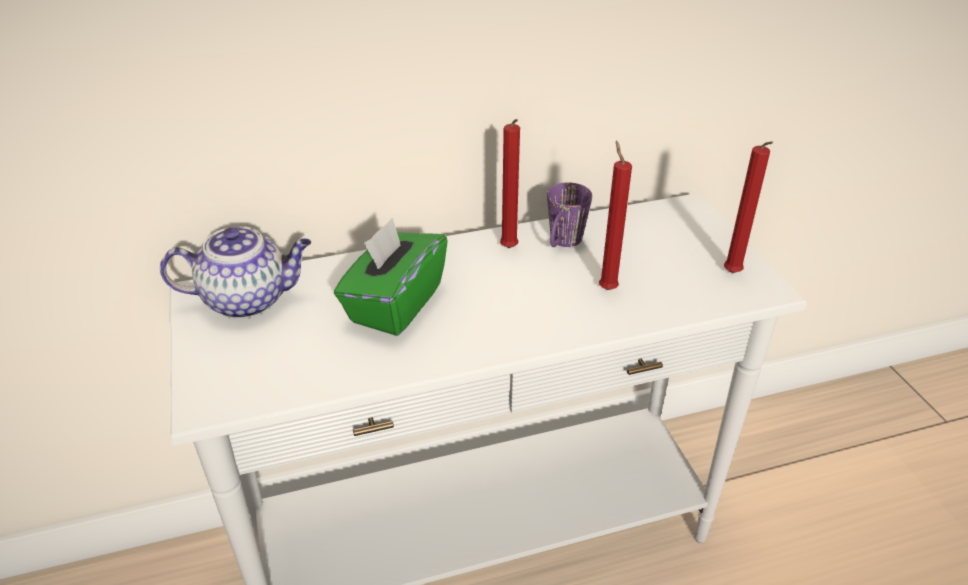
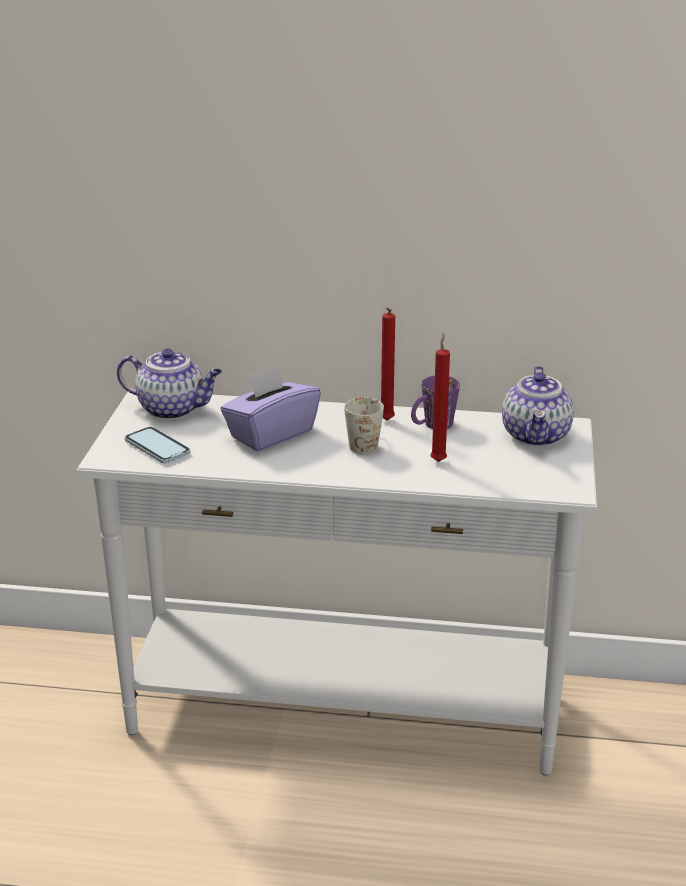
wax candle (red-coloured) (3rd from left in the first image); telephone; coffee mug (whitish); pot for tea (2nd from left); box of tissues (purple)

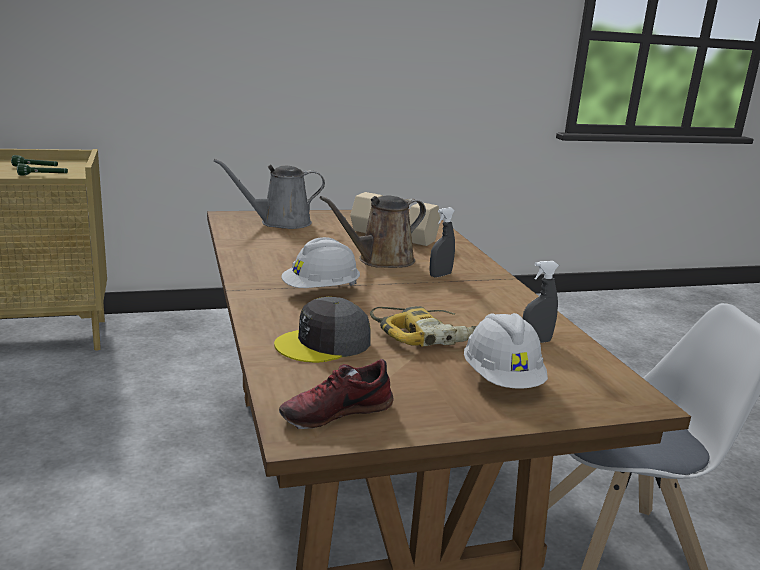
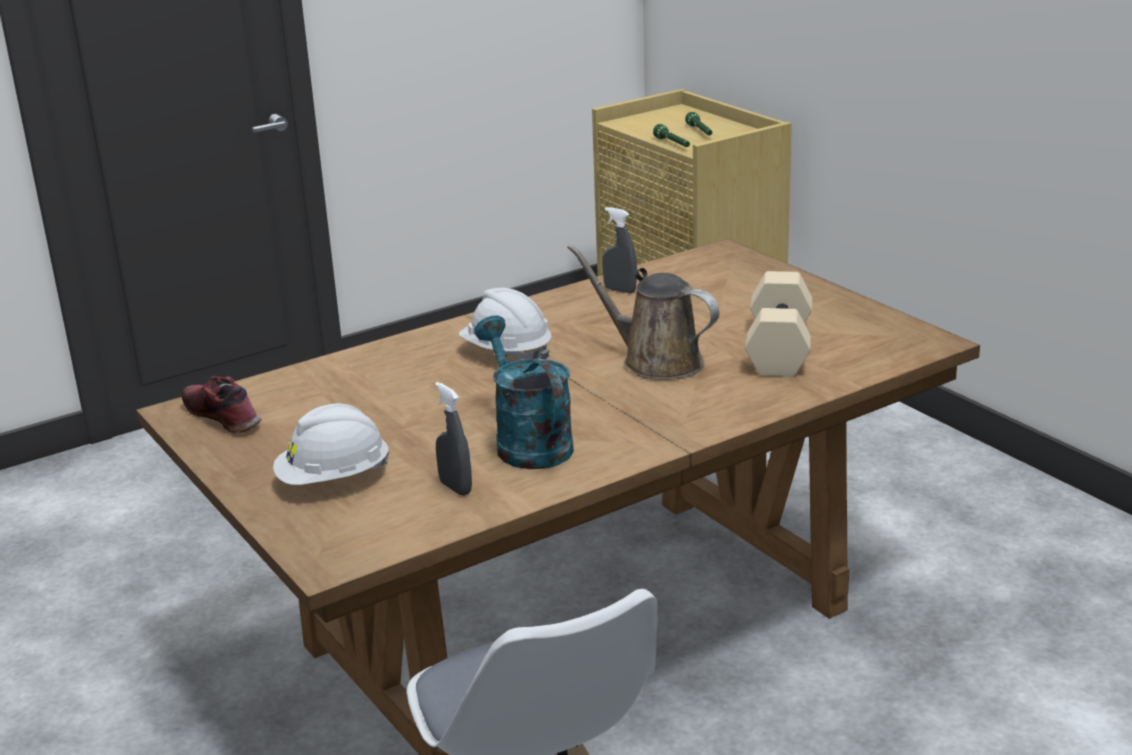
sprinkling can (grey); peaked cap (grey); drill; sprinkling can (blue-green); hand sprayer (grey) (2nd from left)

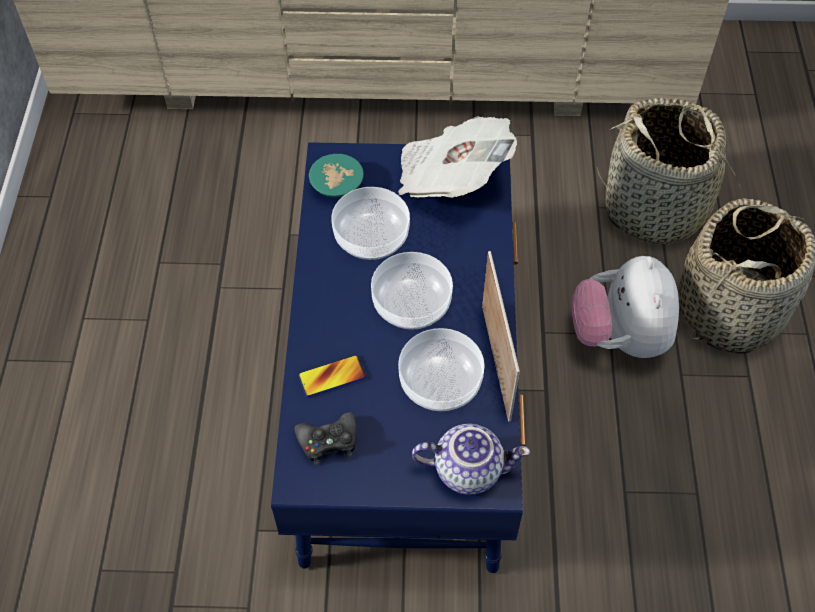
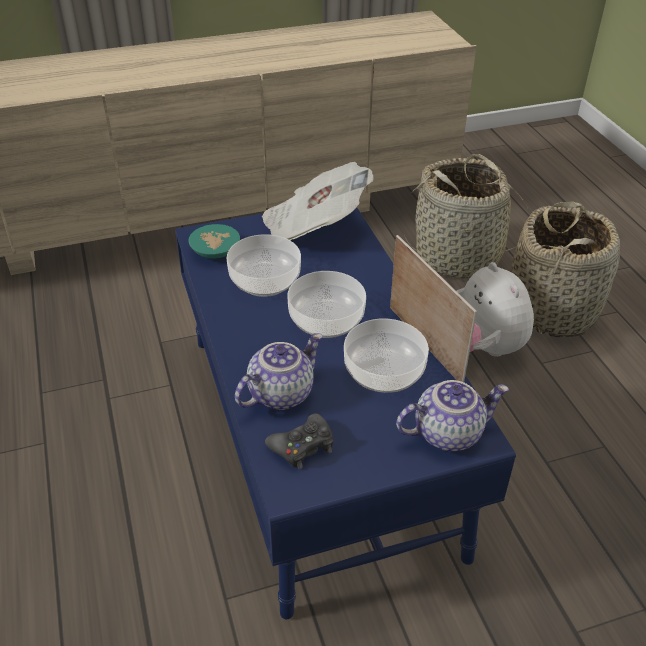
pot for tea (1st from left)

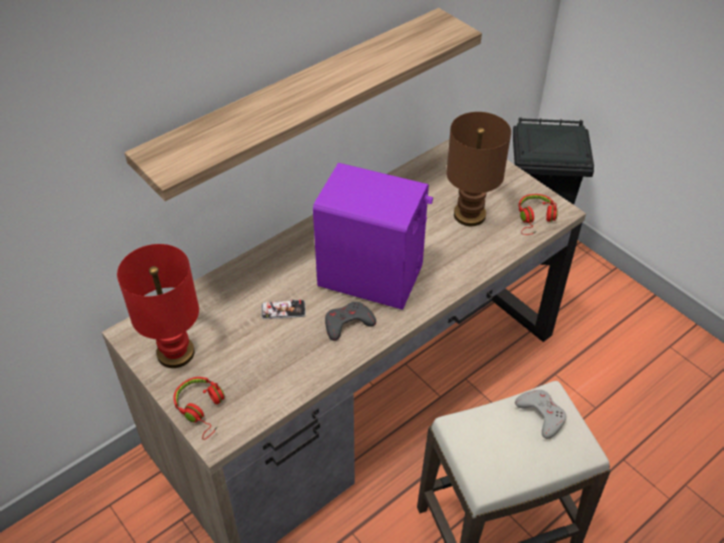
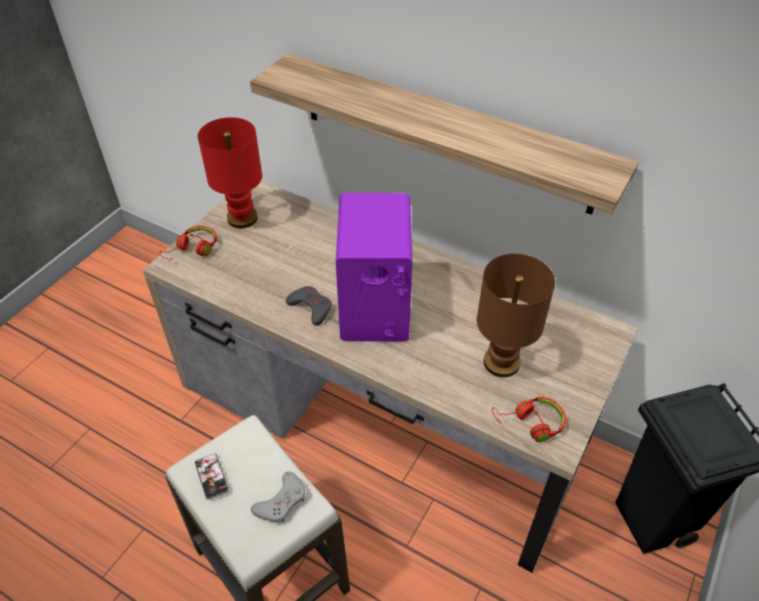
telephone

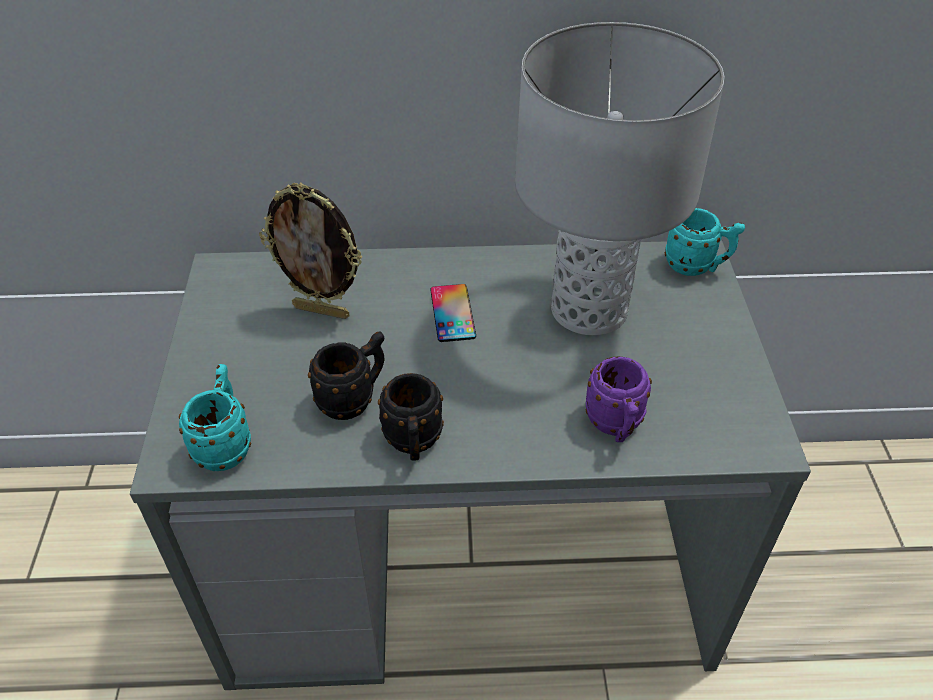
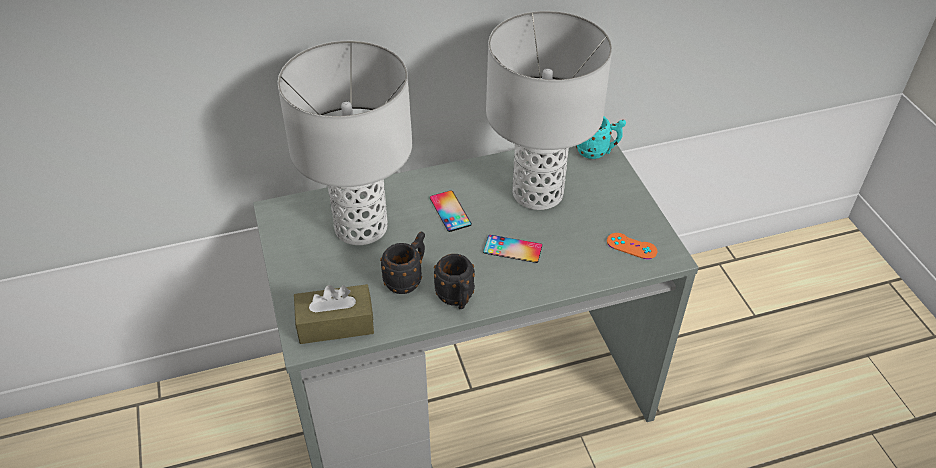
coffee mug (purple); telephone (2nd from left); gamepad (orange-coloured); box of tissues (brown-coloured); tabletop lamp (whitish) (1st from left)

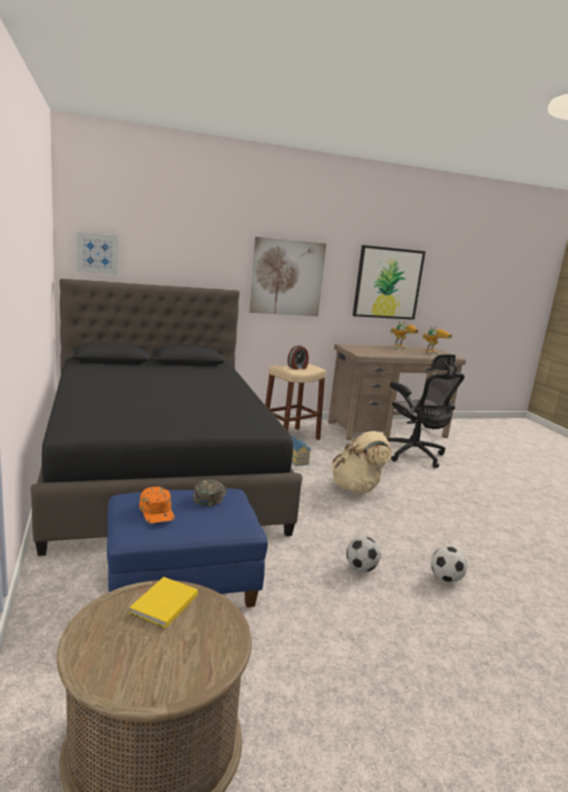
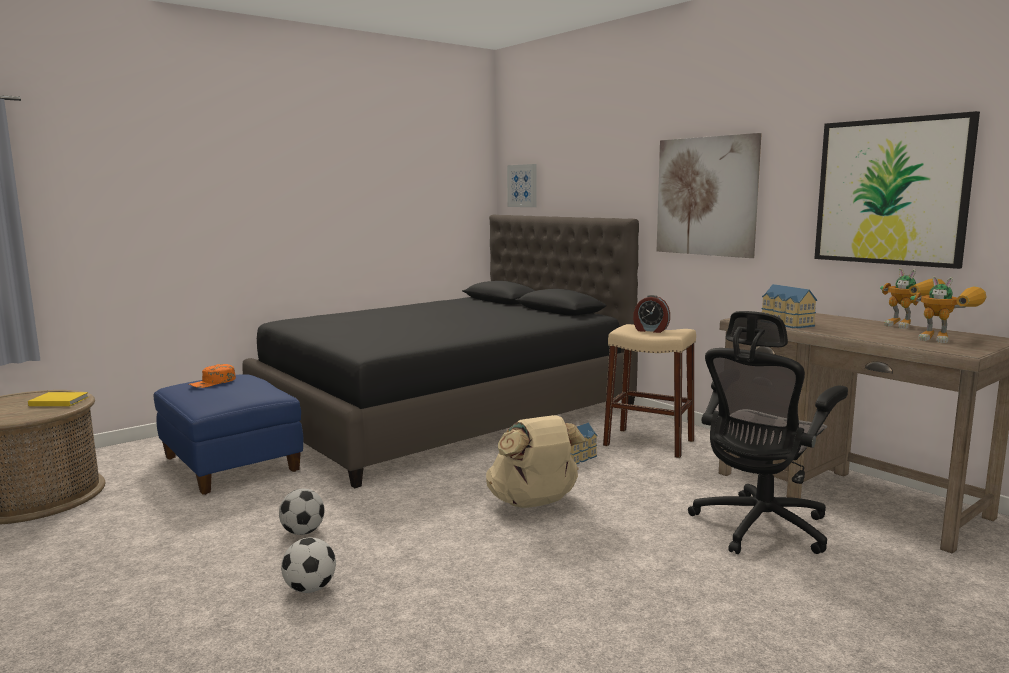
peaked cap (green-coloured); miniature house (2nd from left)

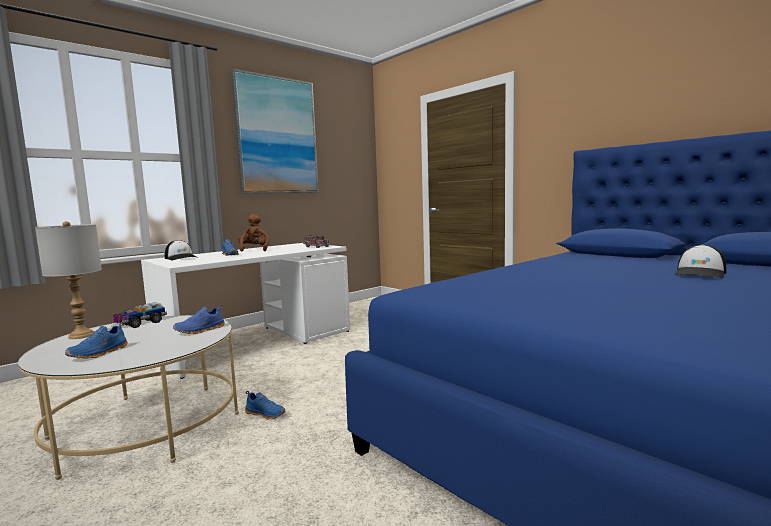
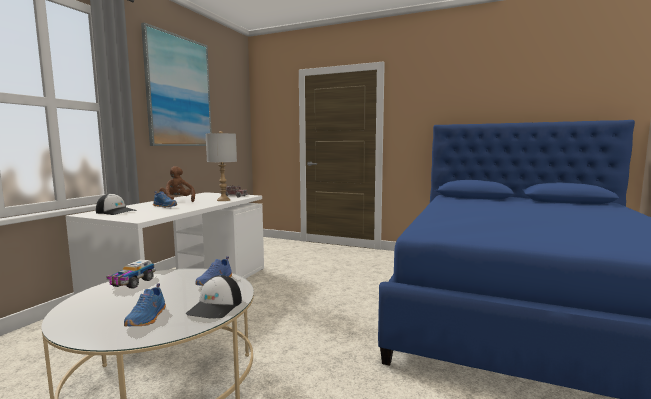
shoe (blue) (4th from left in the first image); tabletop lamp (grey); peaked cap (2nd from left)

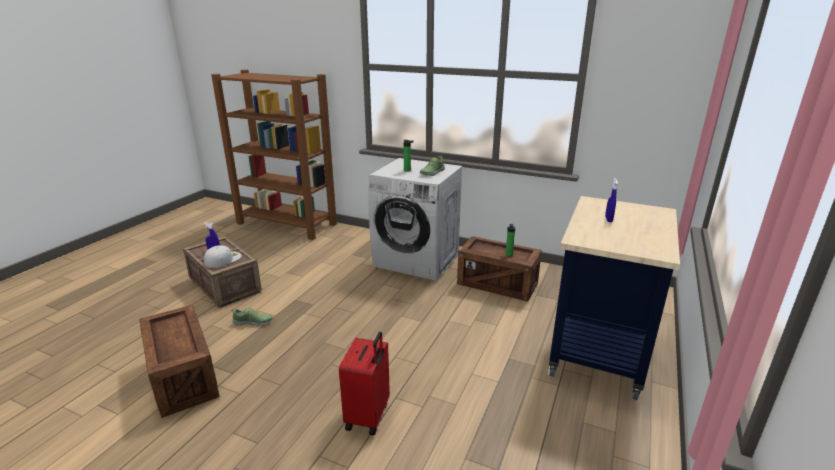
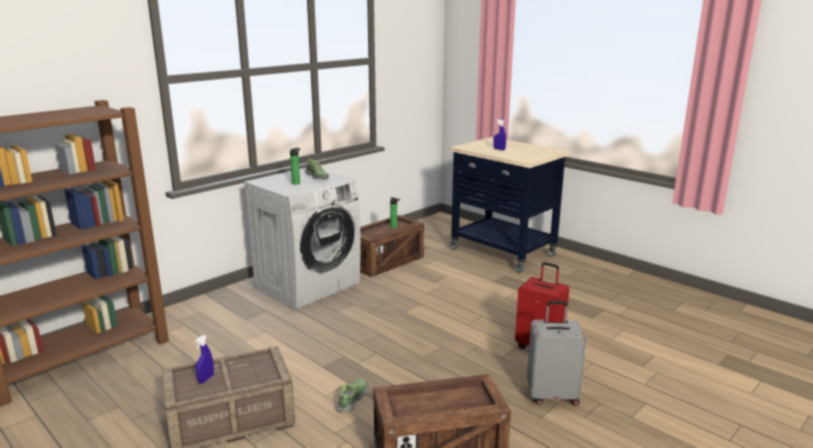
peaked cap (whitish); travel case (grey)

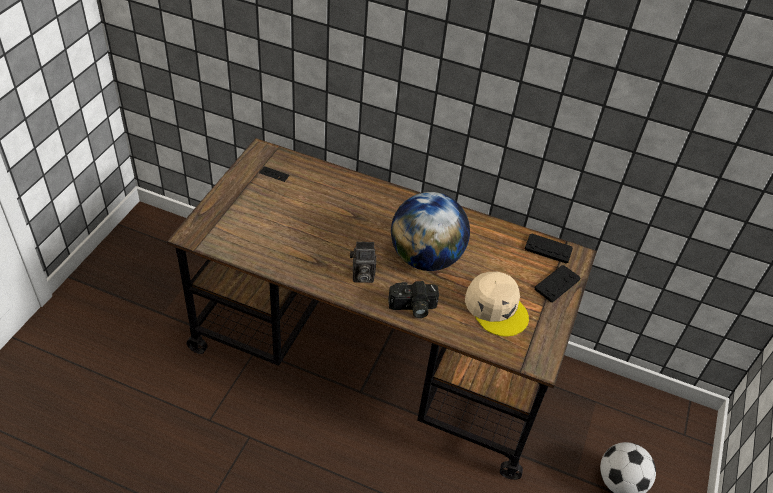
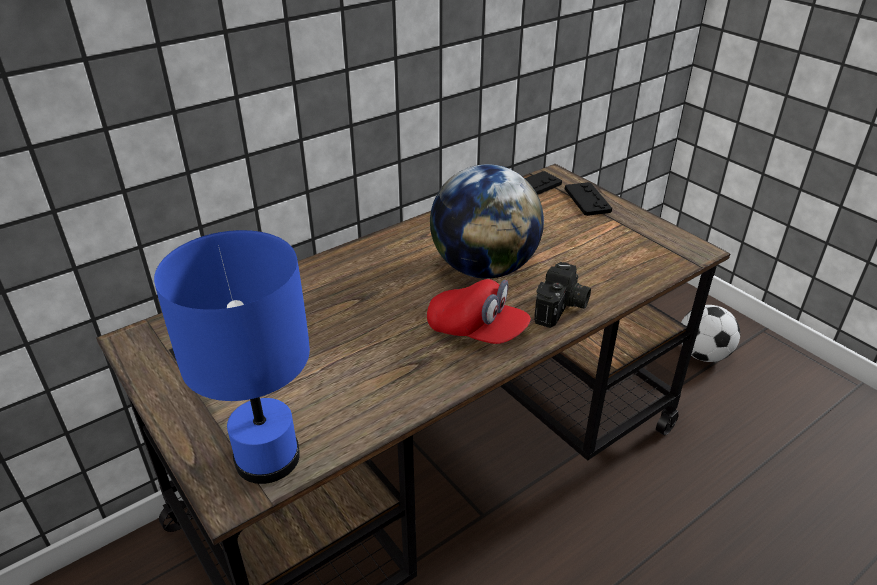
peaked cap (beige-coloured); tabletop lamp (blue); peaked cap (red-coloured)

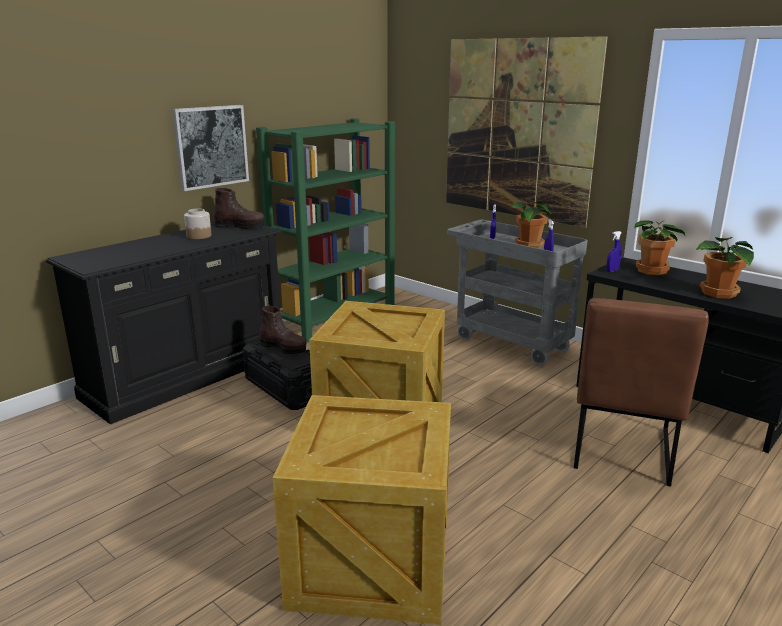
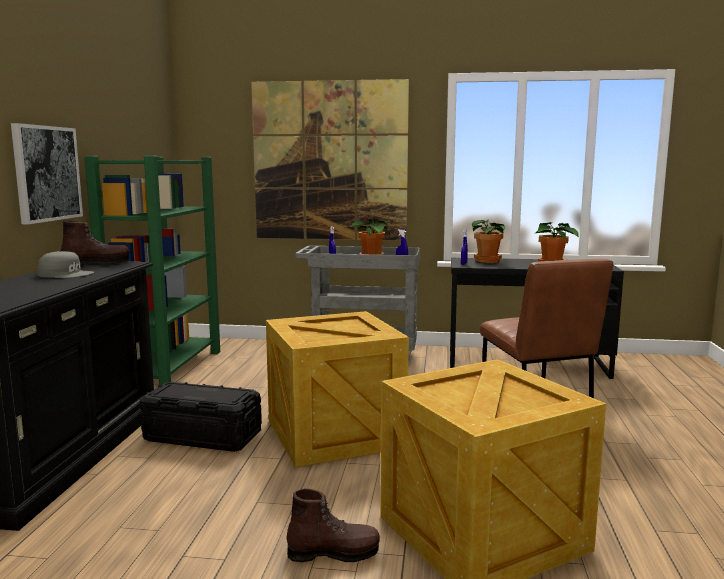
boot (brown-coloured) (2nd from left); peaked cap (grey)

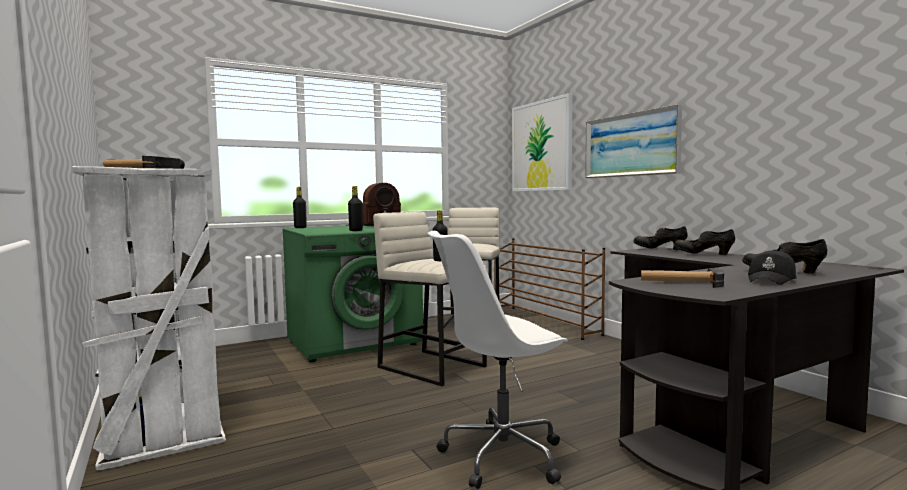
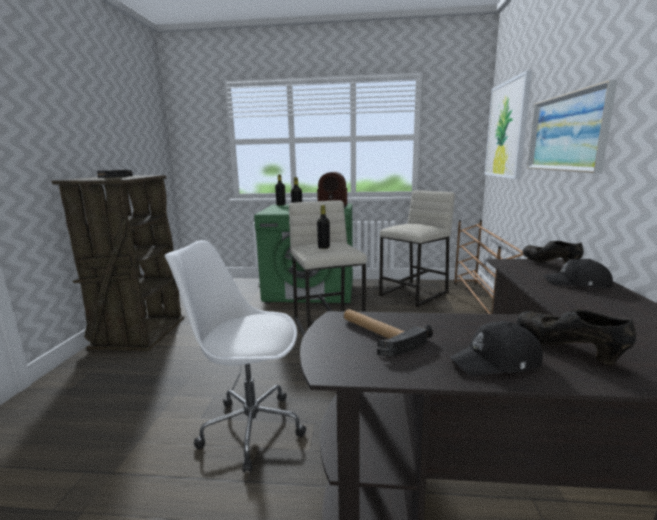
peaked cap (black) (2nd from left); bookcase (brown-coloured)

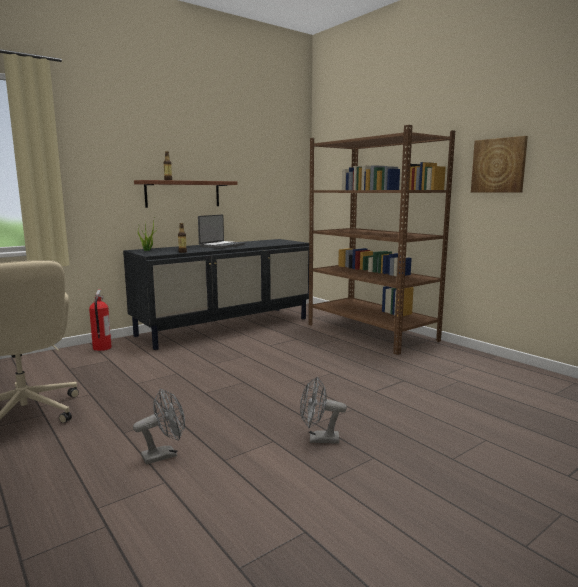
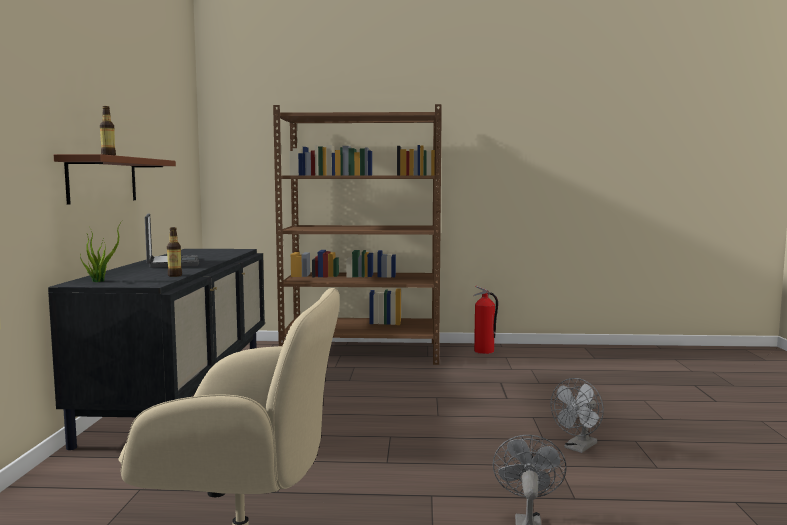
picture; fire extinguisher

